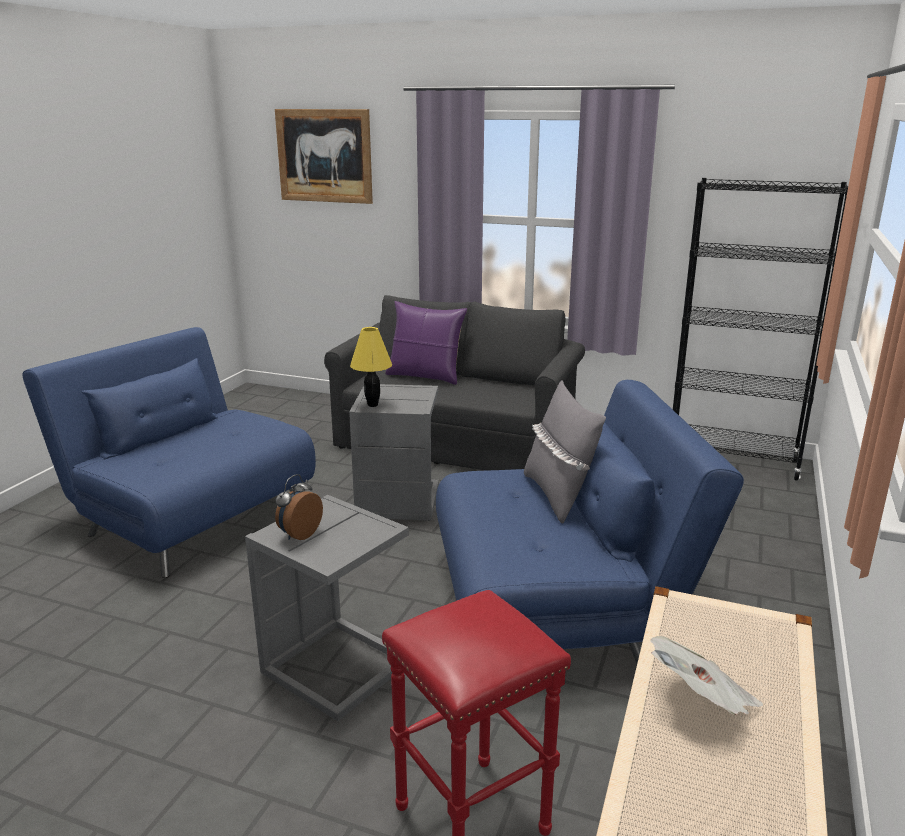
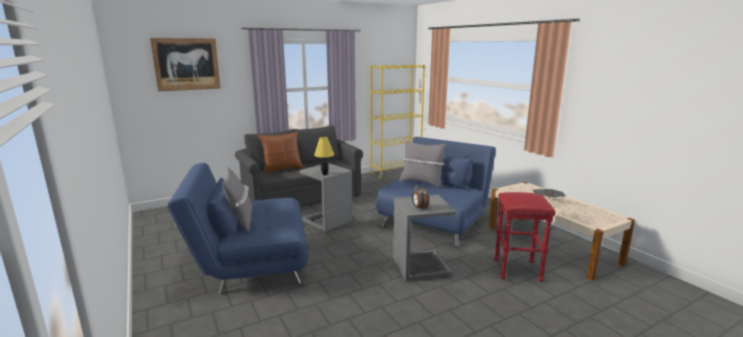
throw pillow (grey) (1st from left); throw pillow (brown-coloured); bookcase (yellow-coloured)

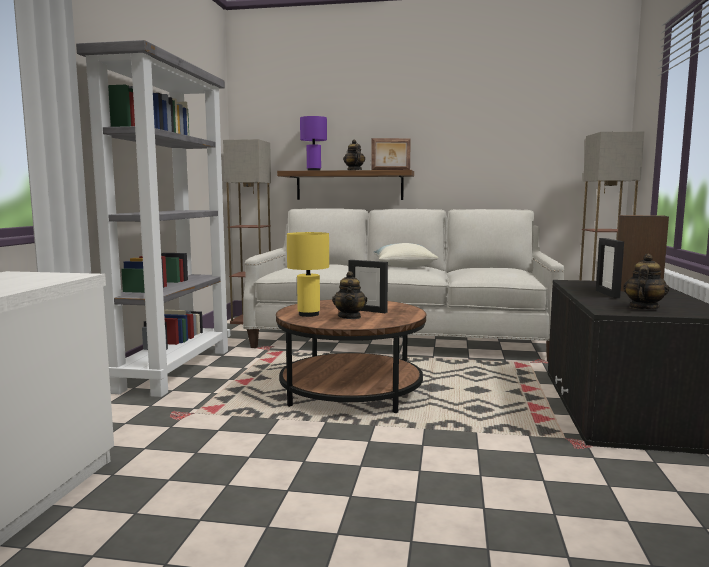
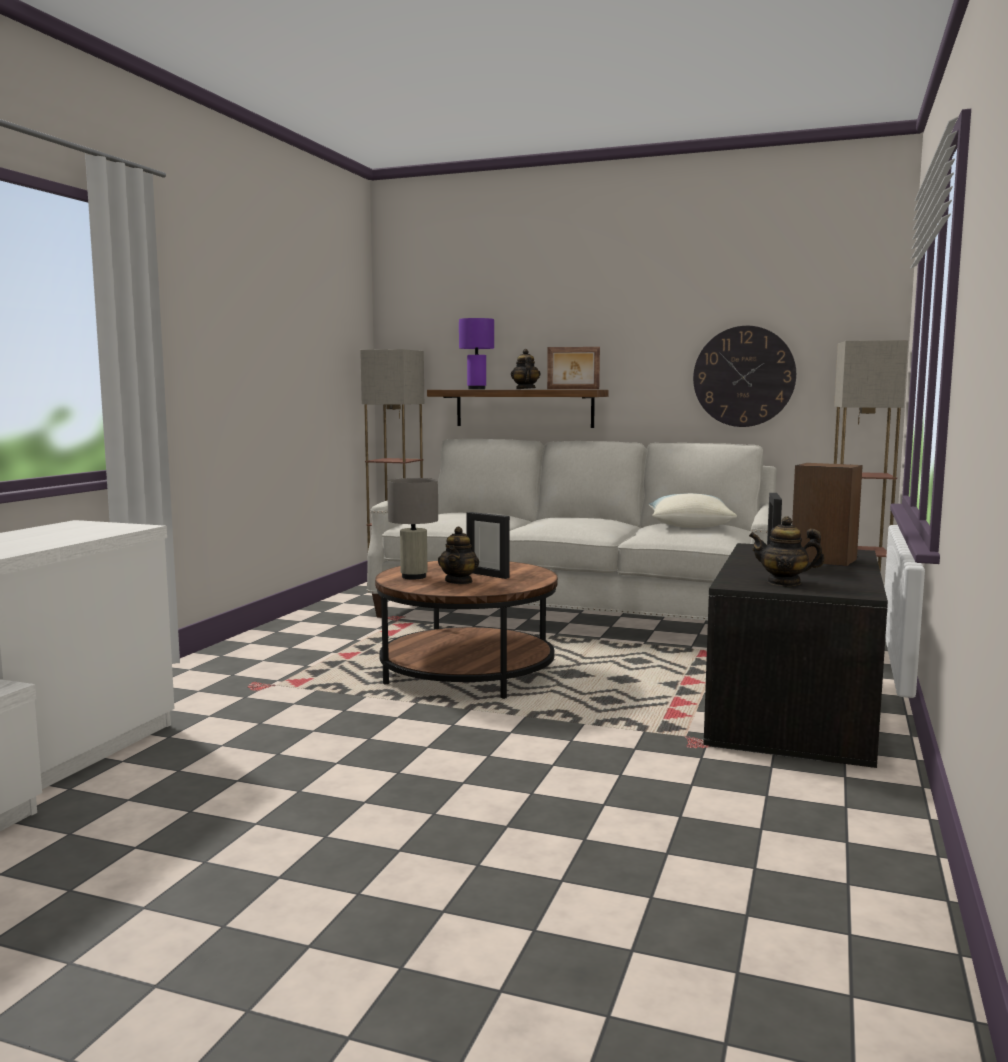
bookcase (grey); clock on the wall; throw pillow; tabletop lamp (grey); pot for tea (3rd from left)

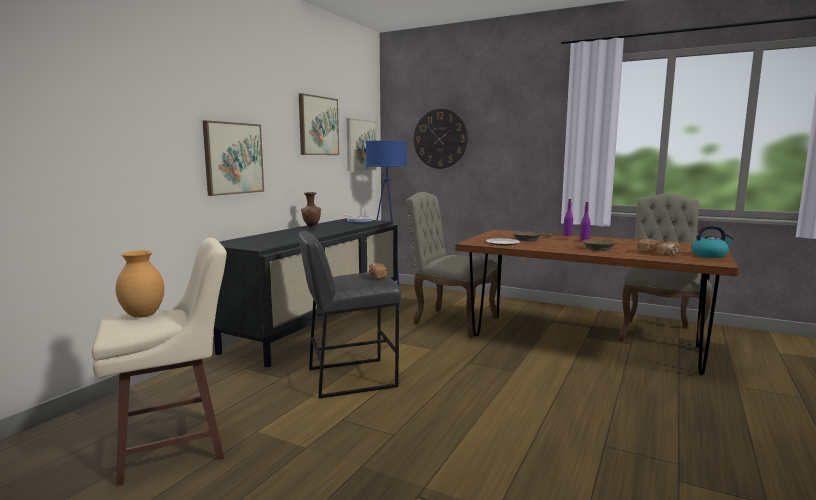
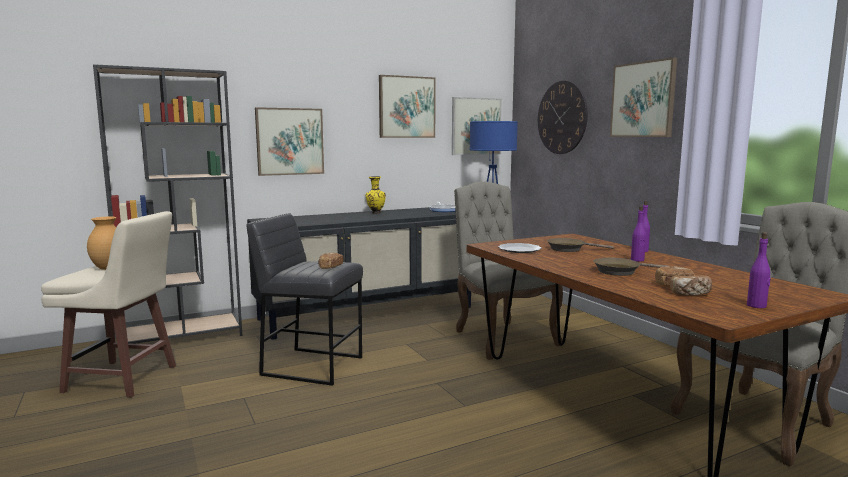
bookcase; picture (4th from left); beverage bottle (purple) (3rd from left); vase (yellow-coloured)

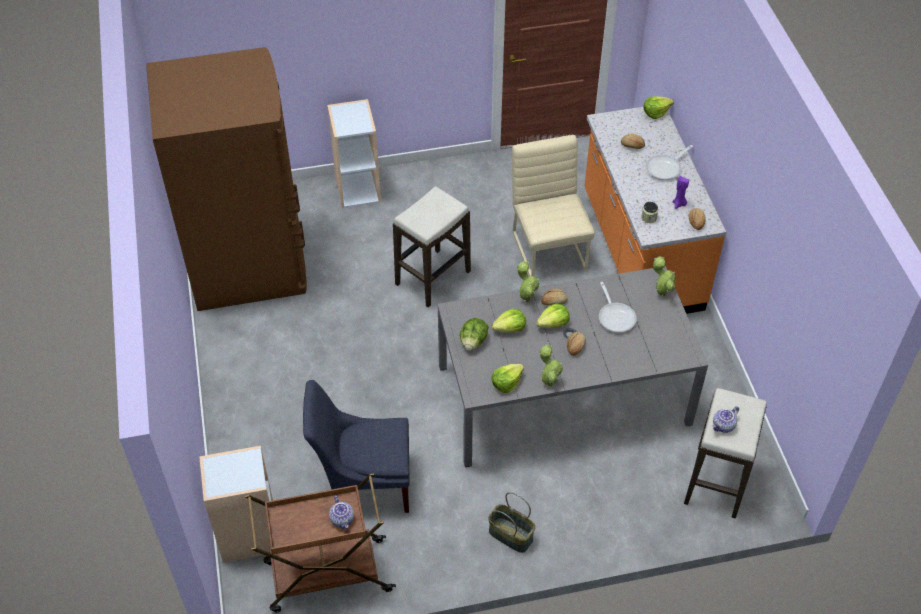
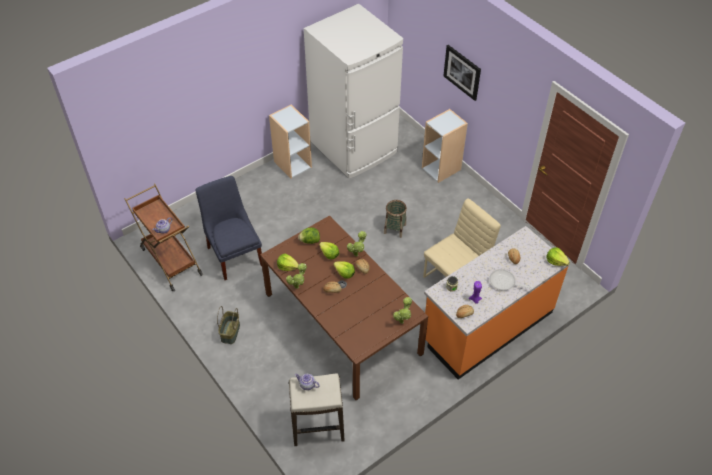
pan (1st from left in the first image); picture; bookcase (1st from left); household basket (2nd from left); kitchen fridge (whitish); dining table (brown-coloured)

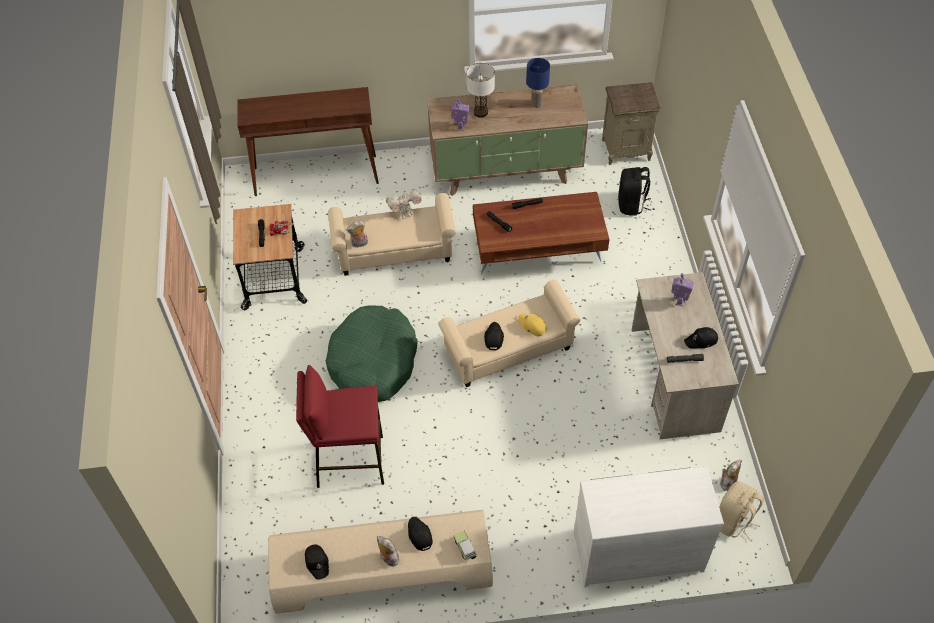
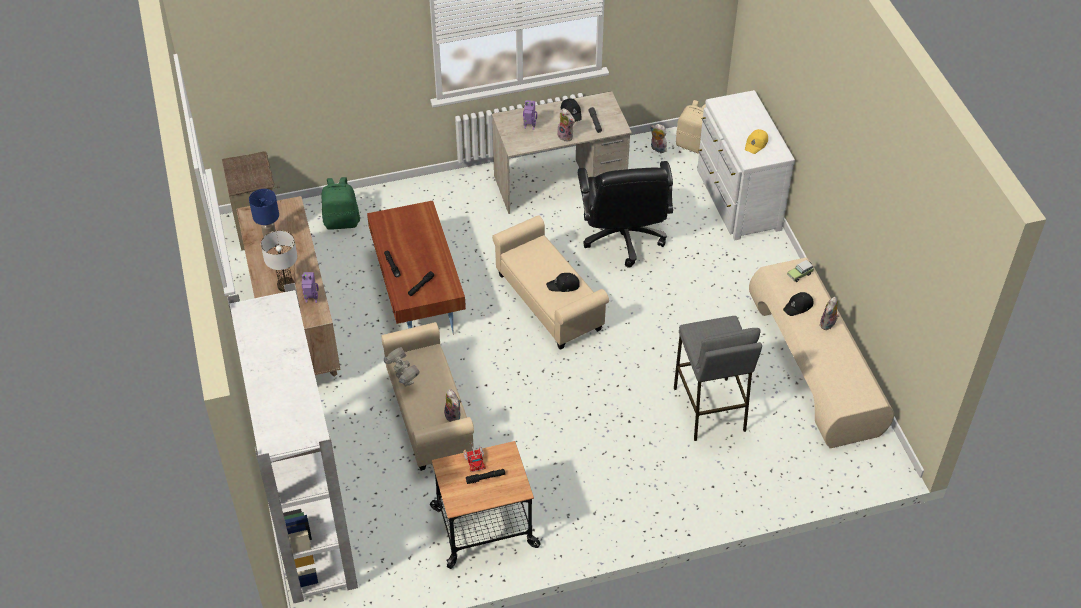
peaked cap (black) (1st from left in the first image); dog cushion (green-coloured); soft toy (2nd from left); office chair (black); peaked cap (yellow-coloured); bookcase (whitish); stool (grey); knapsack (green-coloured)

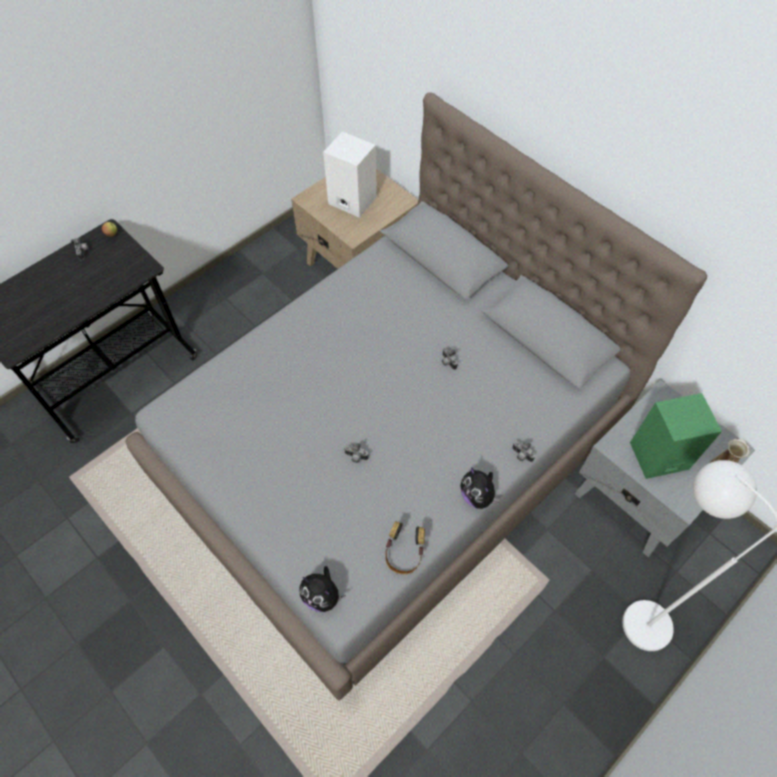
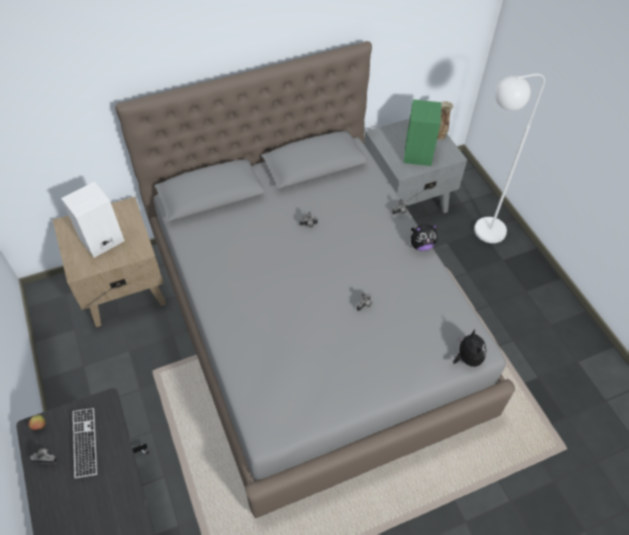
headphones; keyboard; soft toy (2nd from left)

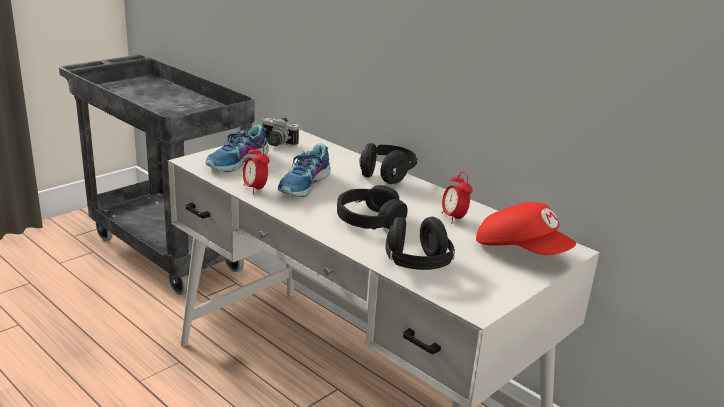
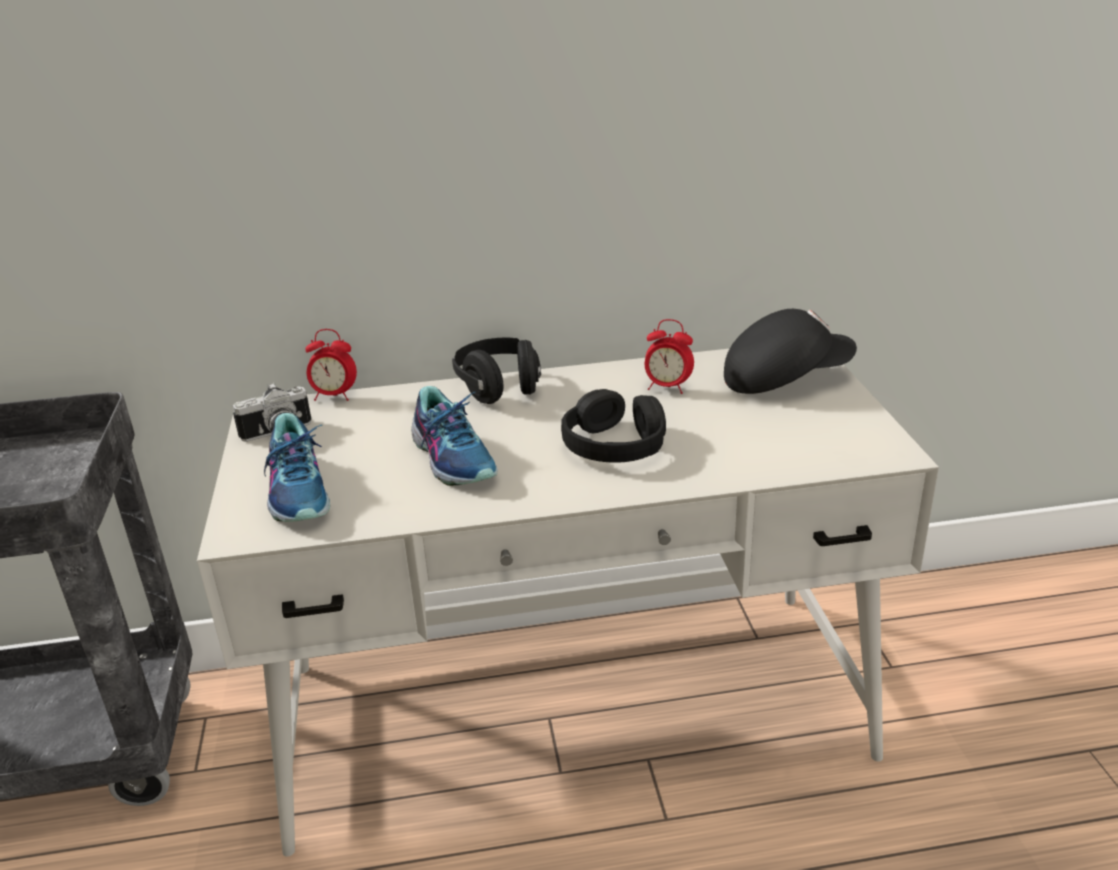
headphones (black) (3rd from left in the first image); table clock (1st from left); peaked cap (black)

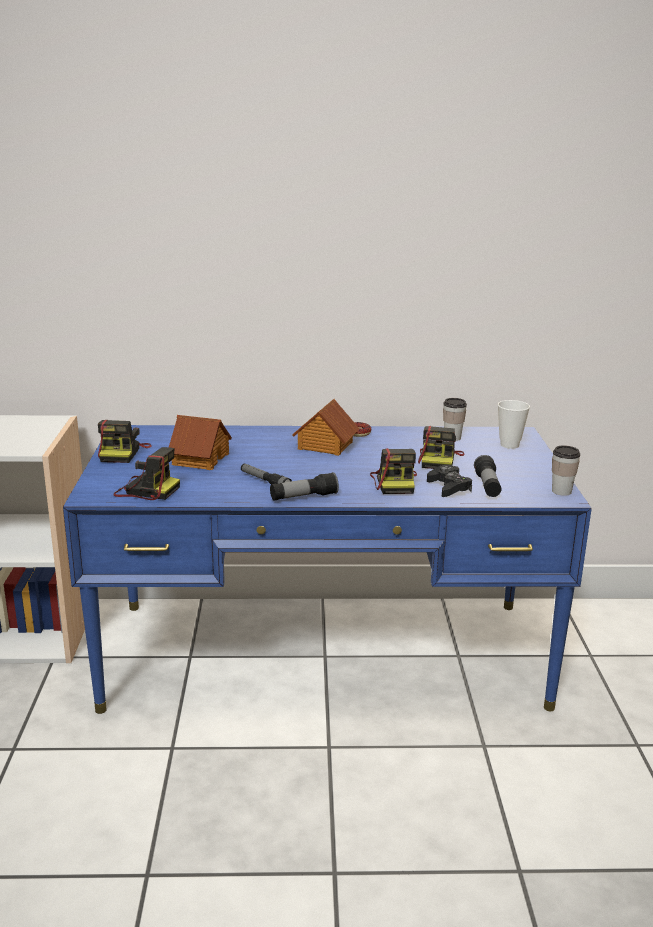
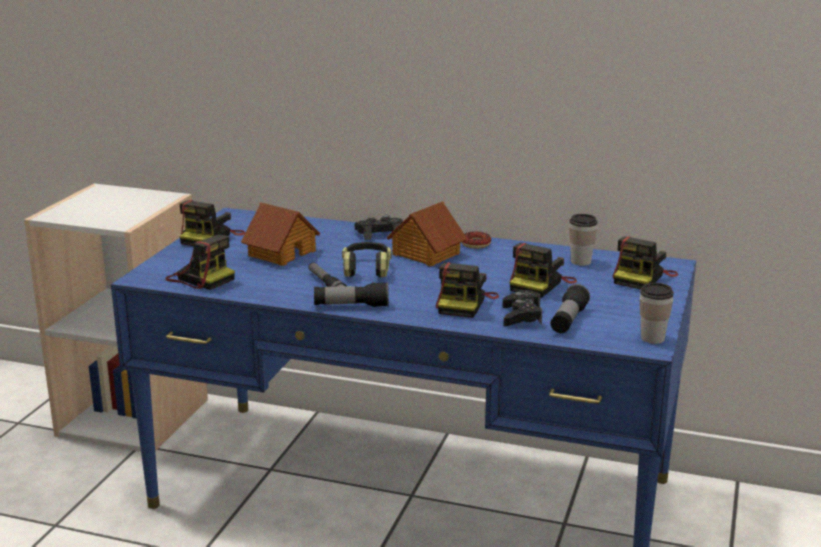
headphones; gamepad (black) (1st from left); photo camera (5th from left)

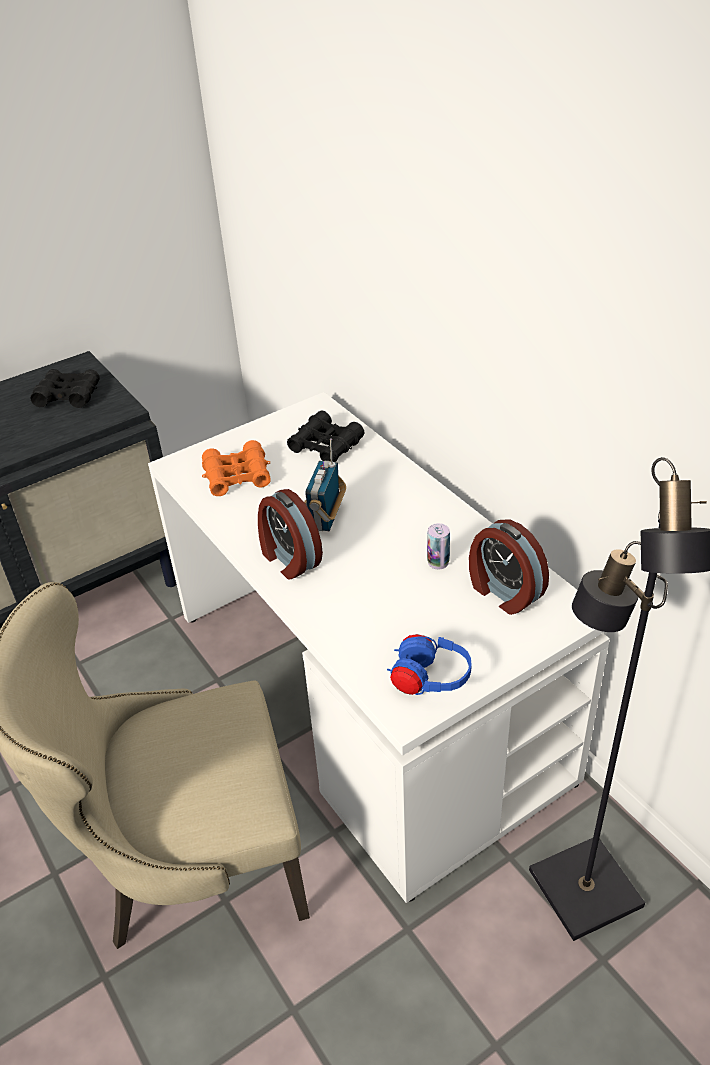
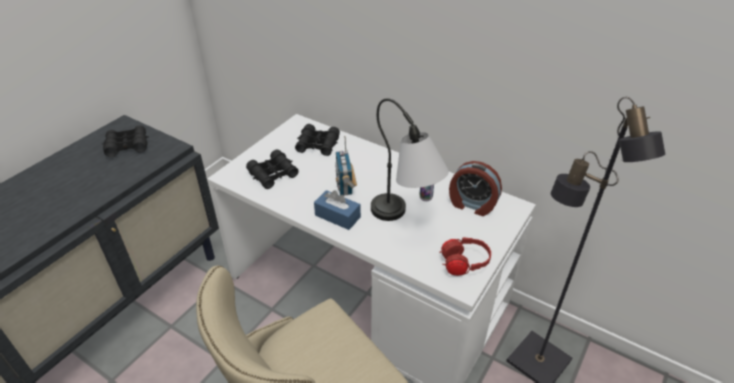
tabletop lamp; box of tissues (blue); field glasses (black) (2nd from left); headphones (red-coloured)

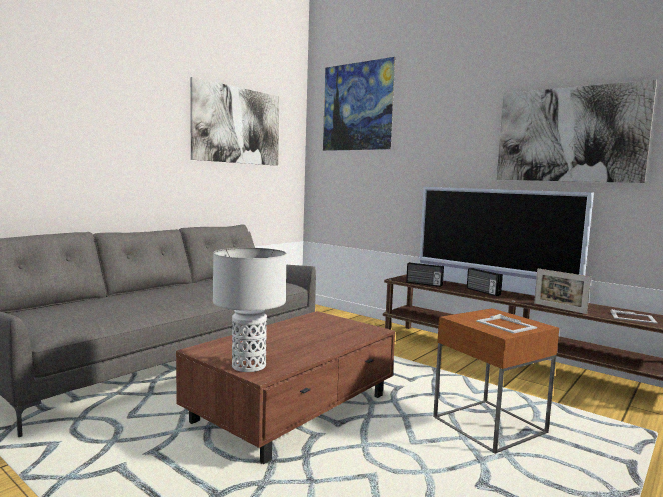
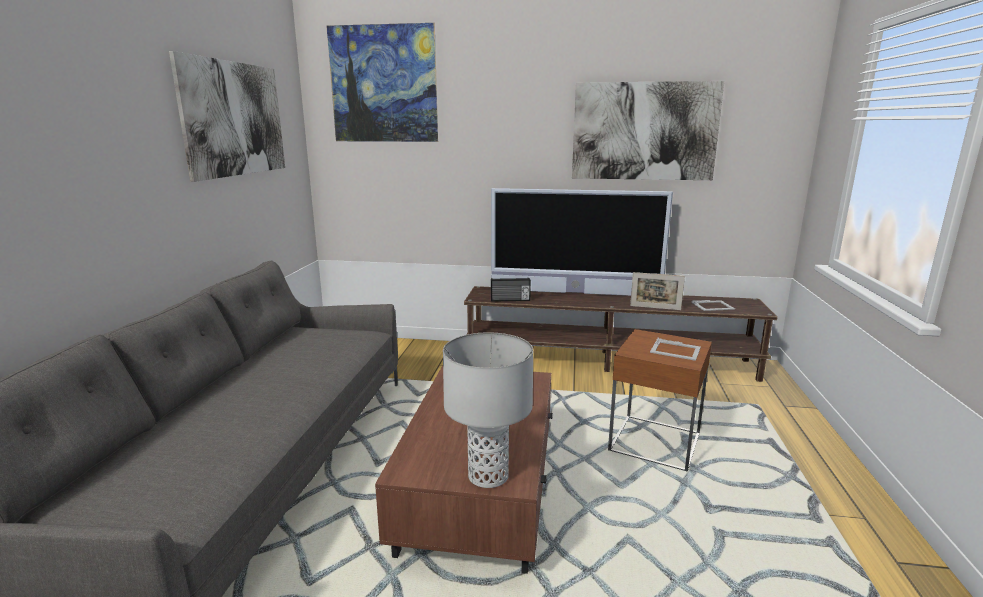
radio receiver (2nd from left in the first image)

